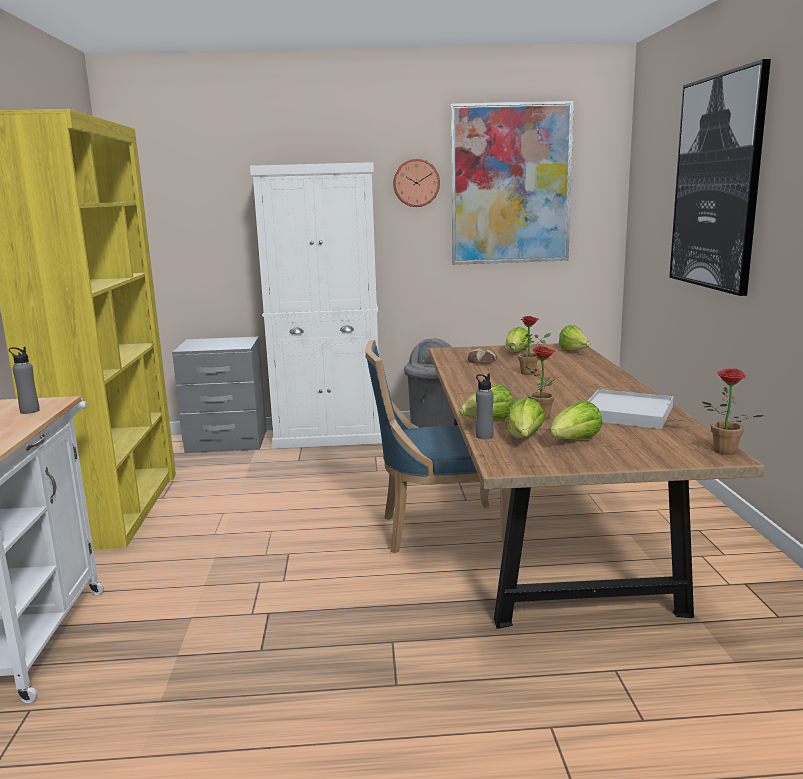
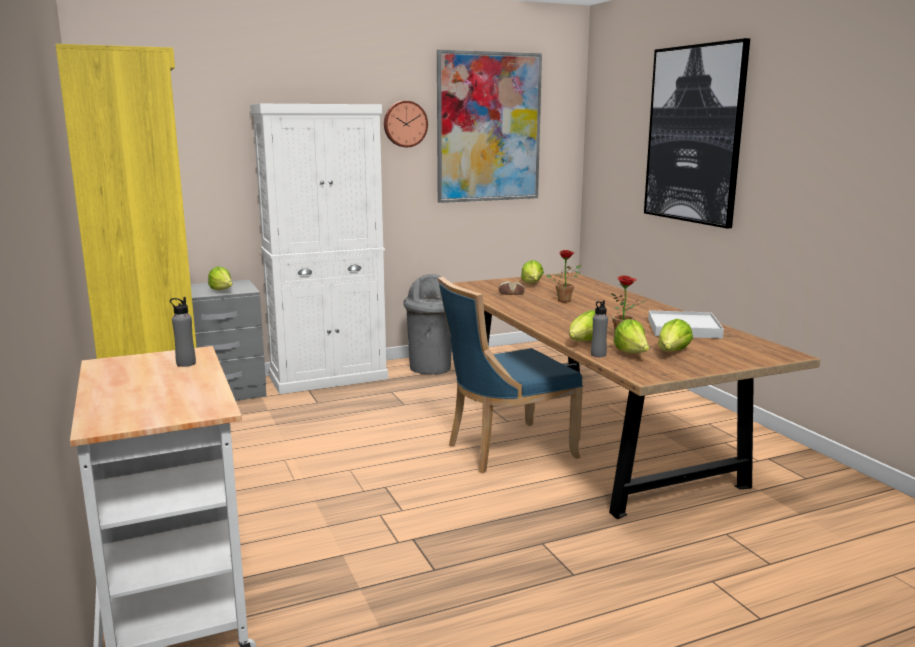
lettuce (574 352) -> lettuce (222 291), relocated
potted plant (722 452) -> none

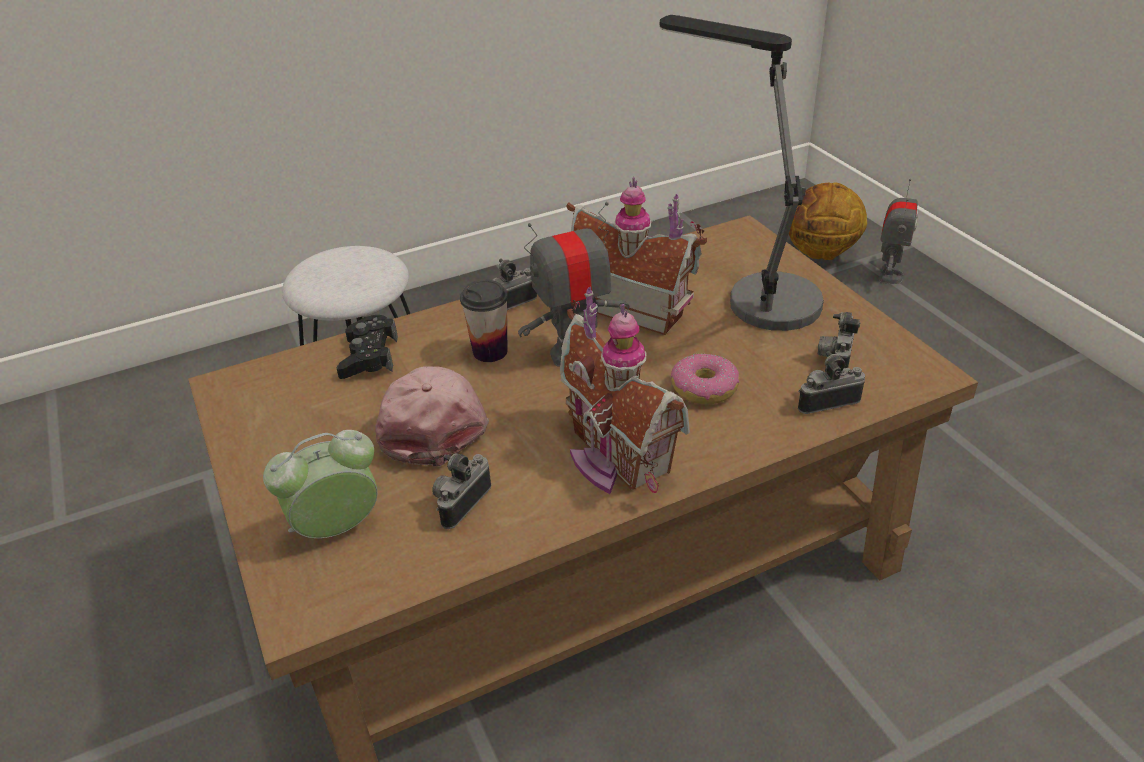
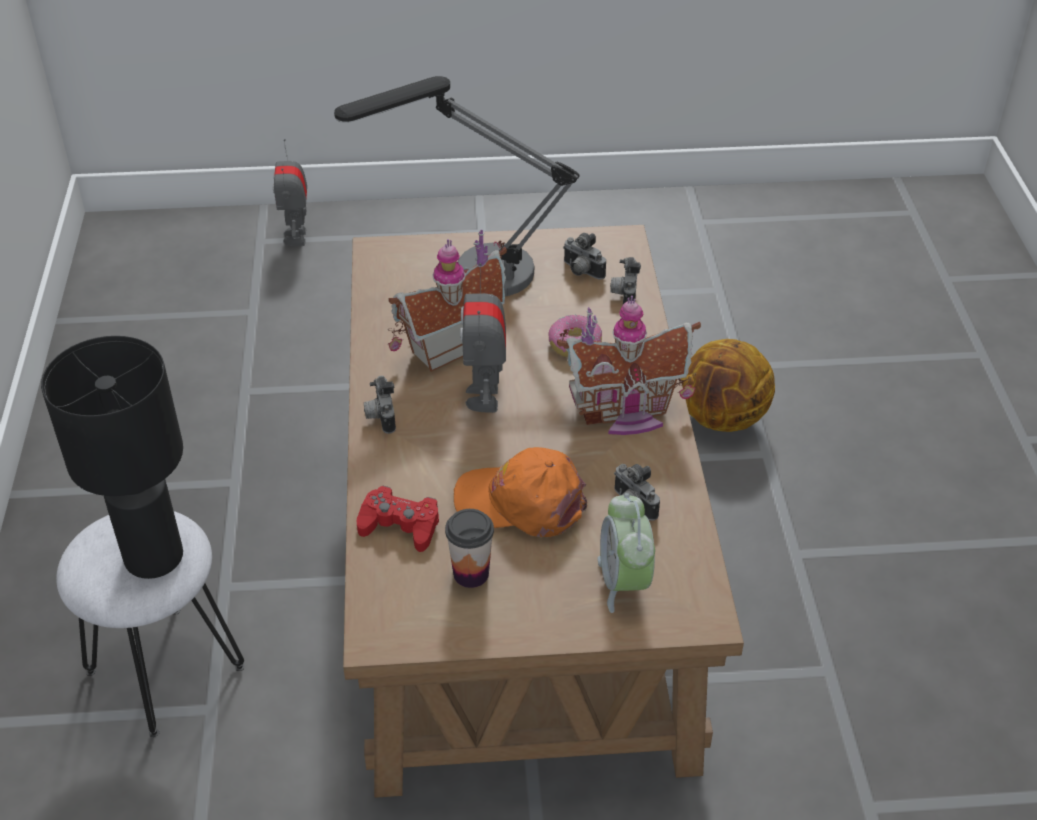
none -> black table lamp (155 557)
toy robot (889 275) -> toy robot (296 237), 135 degrees counterclockwise
black game controller (369 356) -> red game controller (400 525)
cup (490 351) -> cup (471 574), relocated
pink cap (431 420) -> orange cap (521 502)
basketball (820 254) -> basketball (722 419), relocated

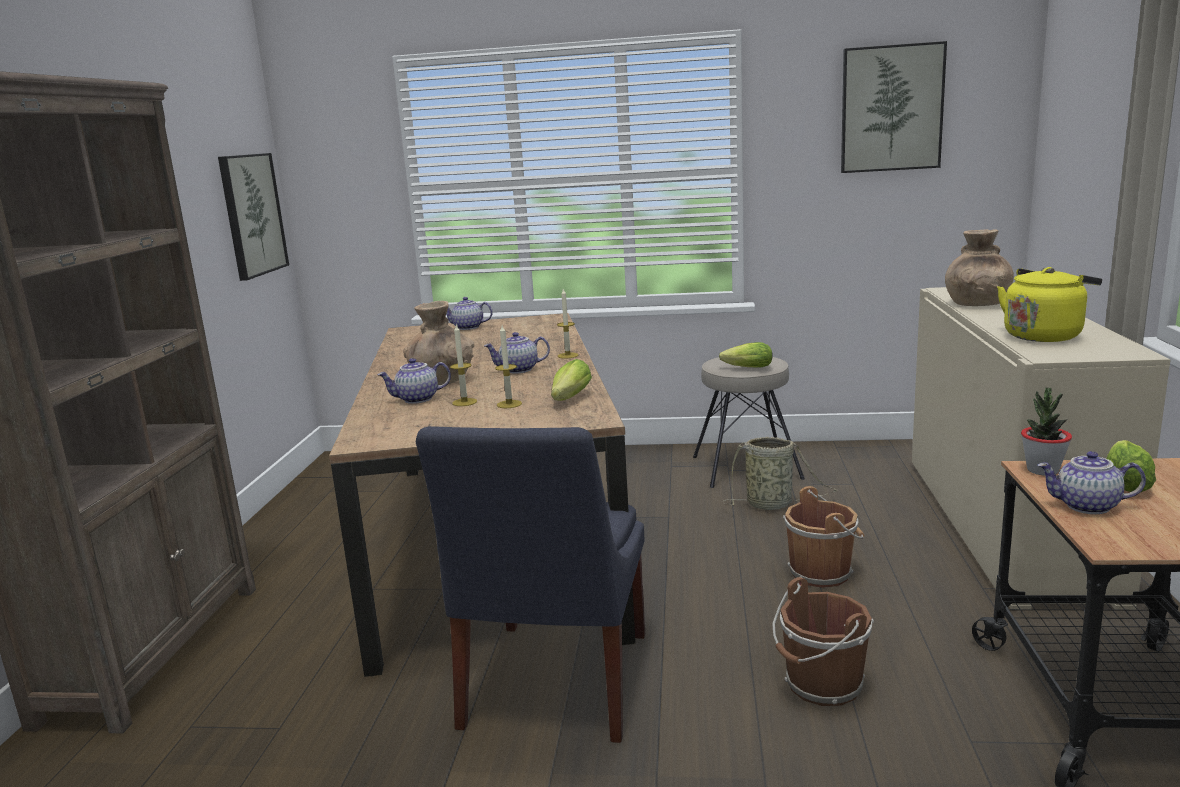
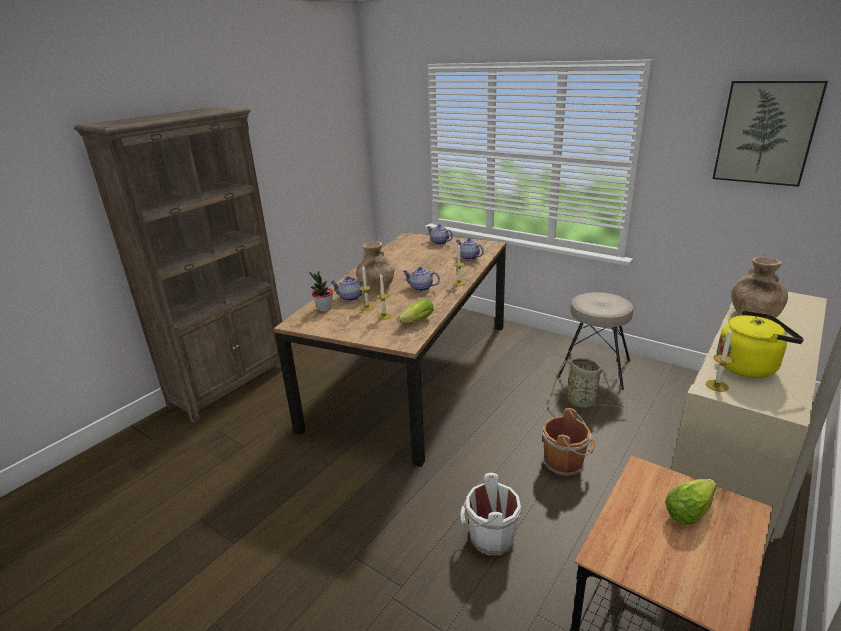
potted plant (1042 470) -> potted plant (324 308), relocated
teapot (1087 507) -> teapot (468 257), relocated
brown bucket (821 686) -> white bucket (489 538)
none -> candle (717 385)
picture (252 215) -> none
blue chair (553 685) -> none
lettuce (745 368) -> none

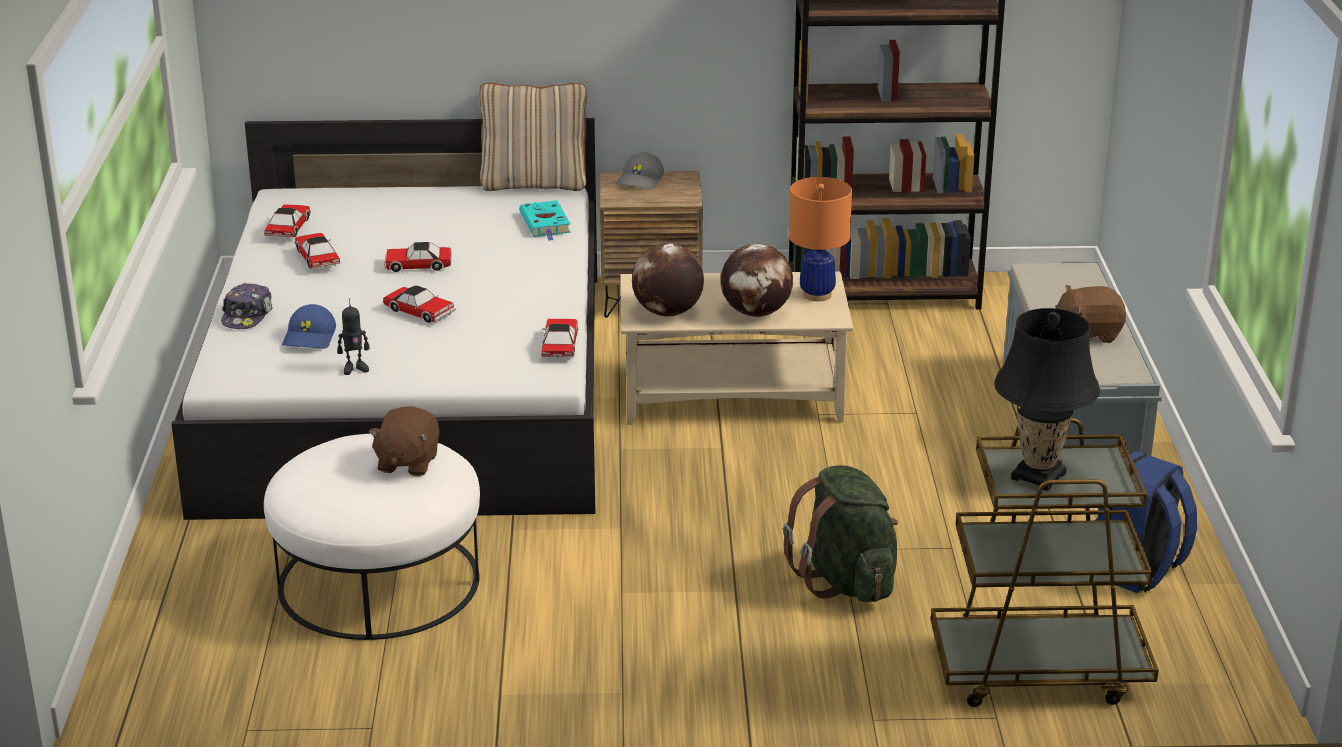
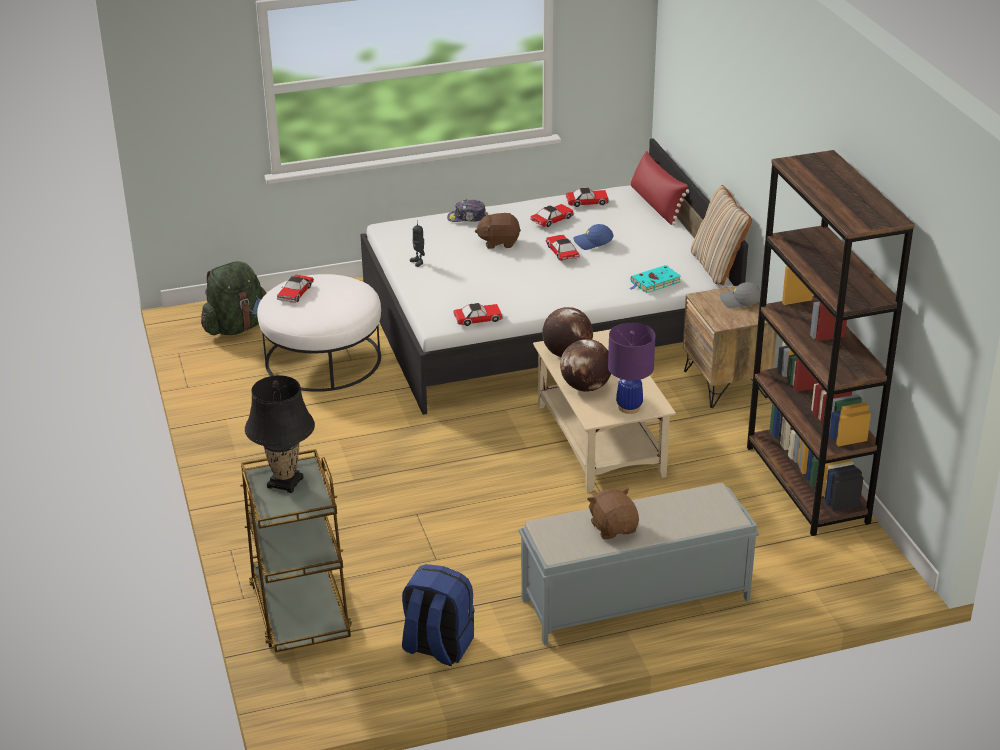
green backpack (846 581) -> green backpack (237 327), relocated
toy car (419 311) -> toy car (295 293), relocated
brown plush toy (407 463) -> brown plush toy (499 242), relocated
blue cap (310 338) -> blue cap (593 242), relocated
orange table lamp (816 295) -> purple table lamp (629 407)
none -> red pillow (656 205)

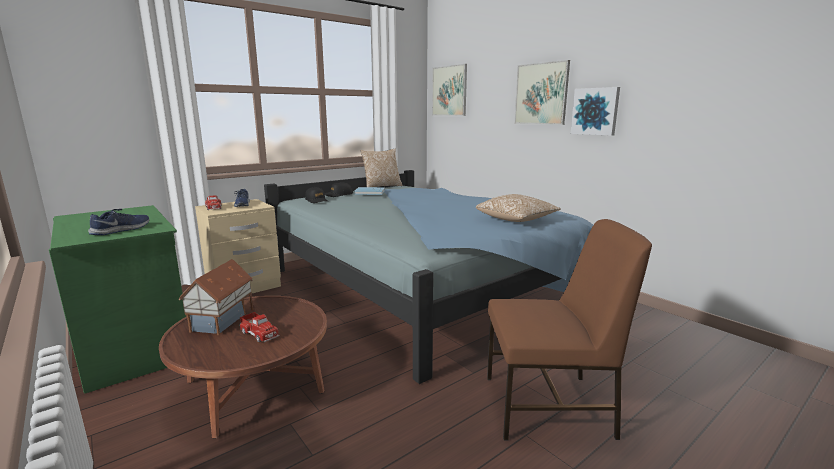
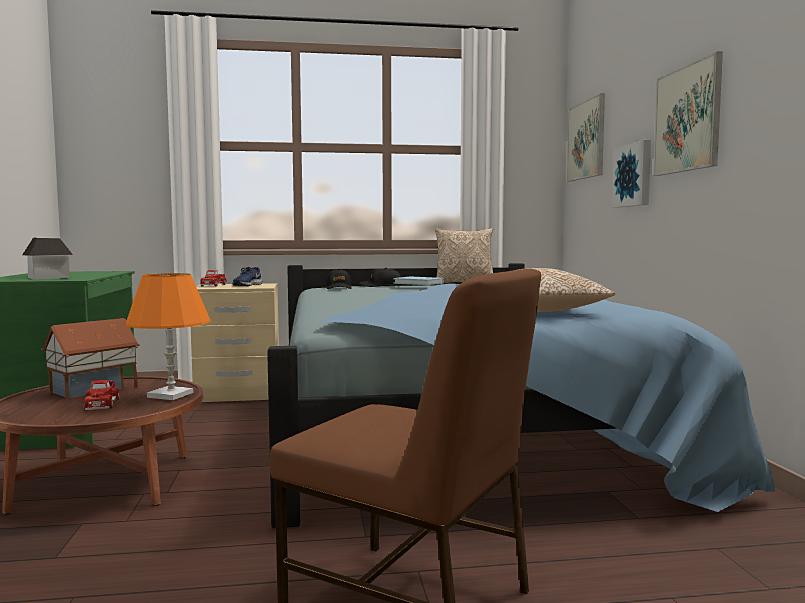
blue shoe (122 230) -> toy house (48 278)
none -> orange table lamp (171 395)
picture (595 111) -> picture (634 175), relocated

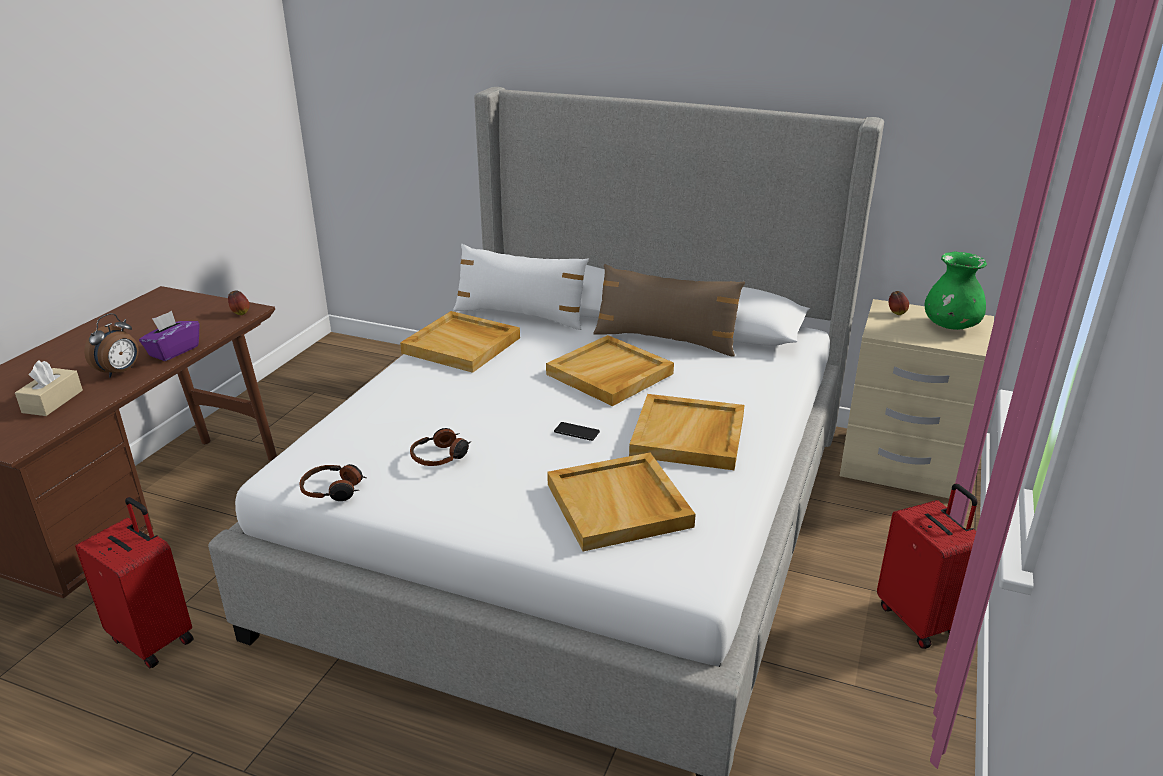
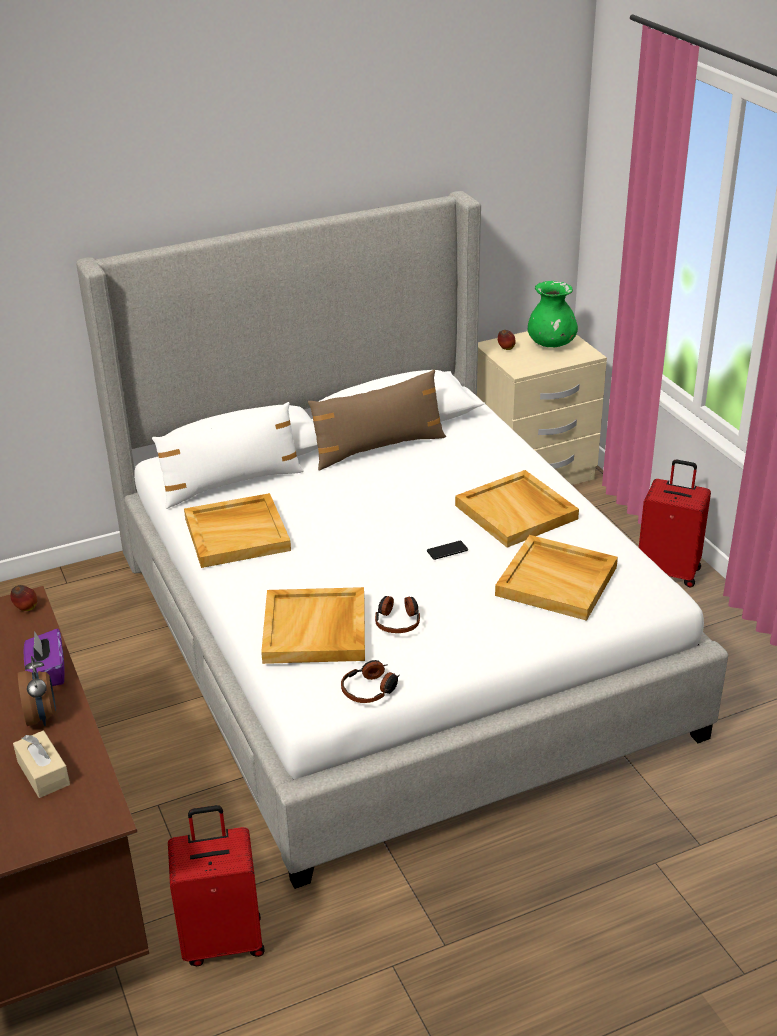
beige tray (609 374) -> beige tray (316 630), relocated

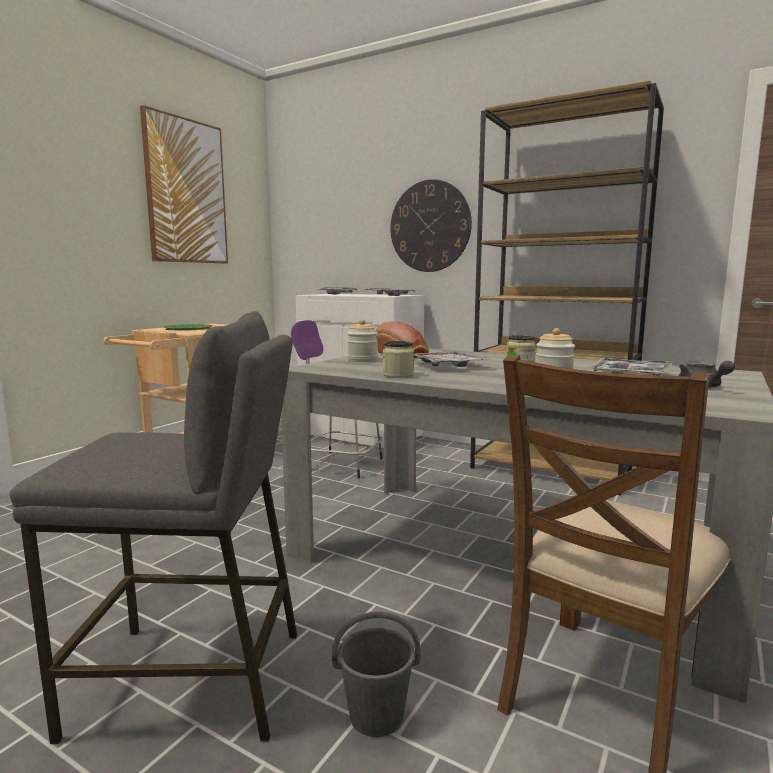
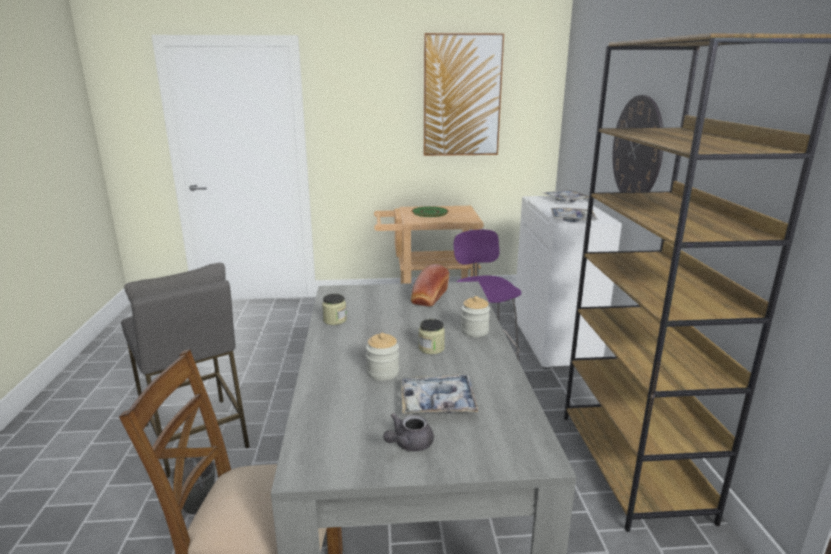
jar (362 360) -> jar (474 331), relocated
tray (448 366) -> none

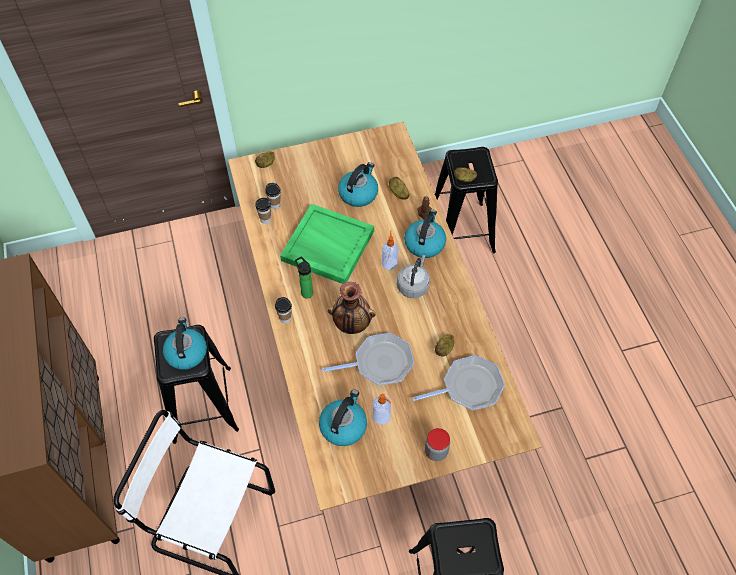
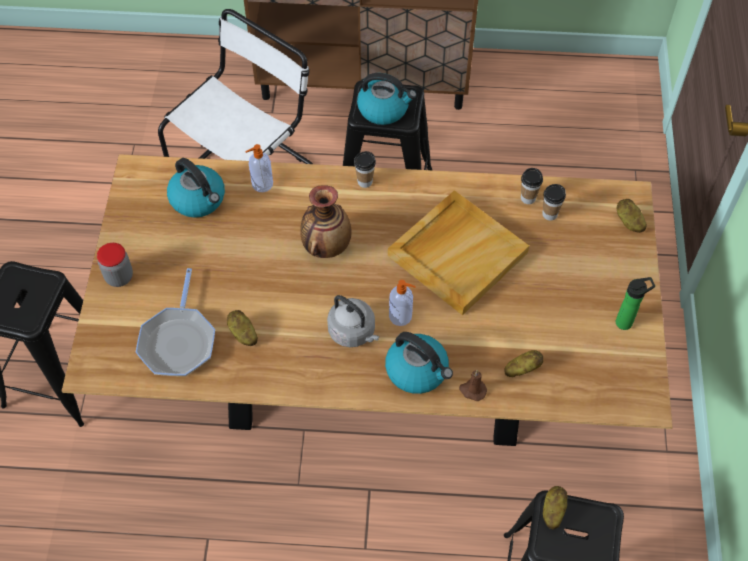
soap dispenser (382 417) -> soap dispenser (261 184), relocated
green tray (327 246) -> beige tray (457 253)
bottle (306 292) -> bottle (626 322), relocated
frying pan (380 363) -> none
kettle (358 193) -> none

